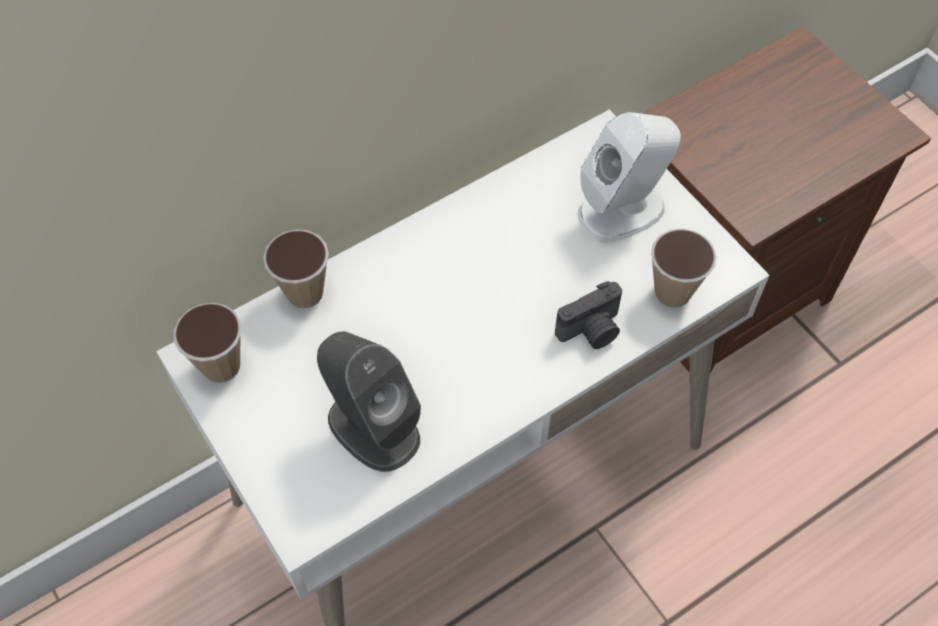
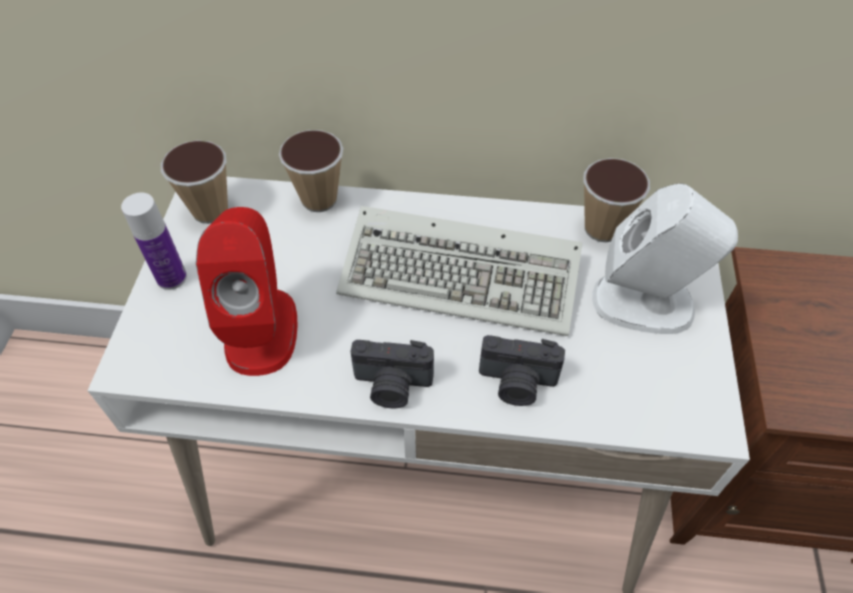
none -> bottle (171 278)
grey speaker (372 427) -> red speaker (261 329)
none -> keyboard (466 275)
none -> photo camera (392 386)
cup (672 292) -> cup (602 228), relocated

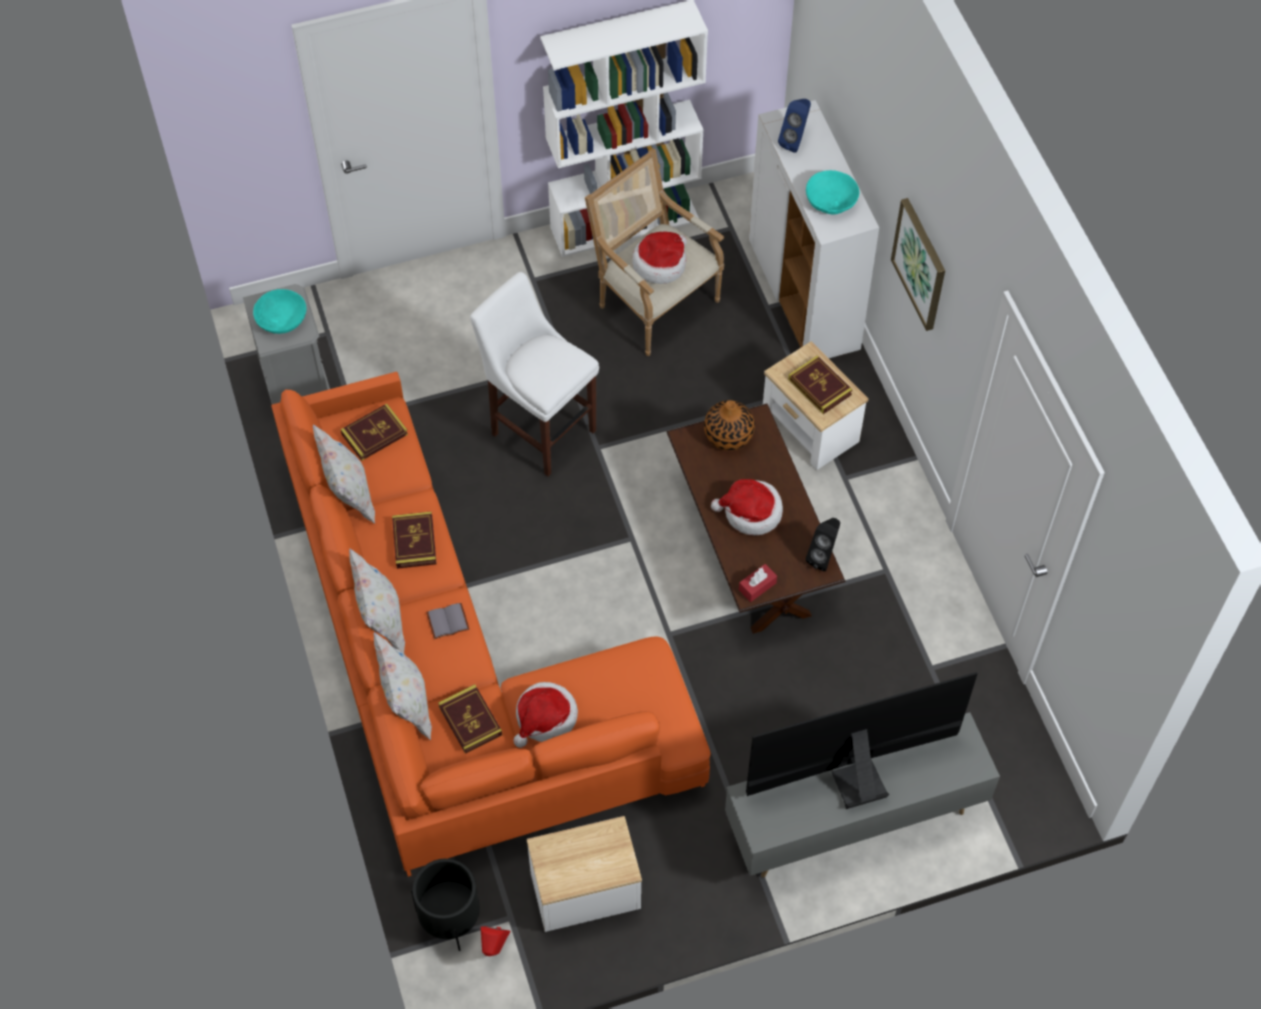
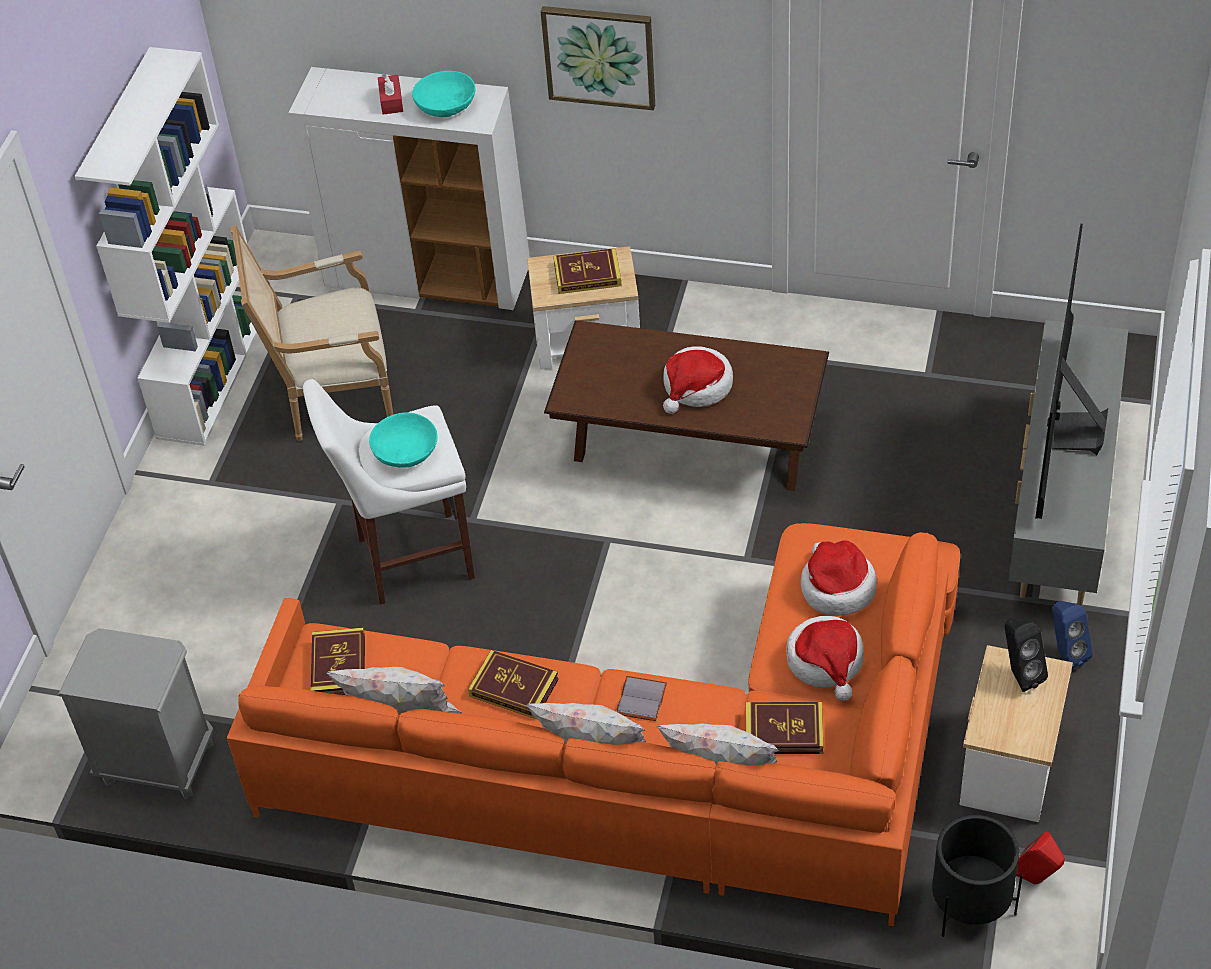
turquoise bowl (281 320) -> turquoise bowl (406 452), relocated
red tissue box (757 586) -> red tissue box (391 101), relocated
hat (660 263) -> hat (836 588), relocated
black speaker (823 556) -> black speaker (1019 674), relocated
blue speaker (795 141) -> blue speaker (1065 653), relocated
vase (728 435) -> none

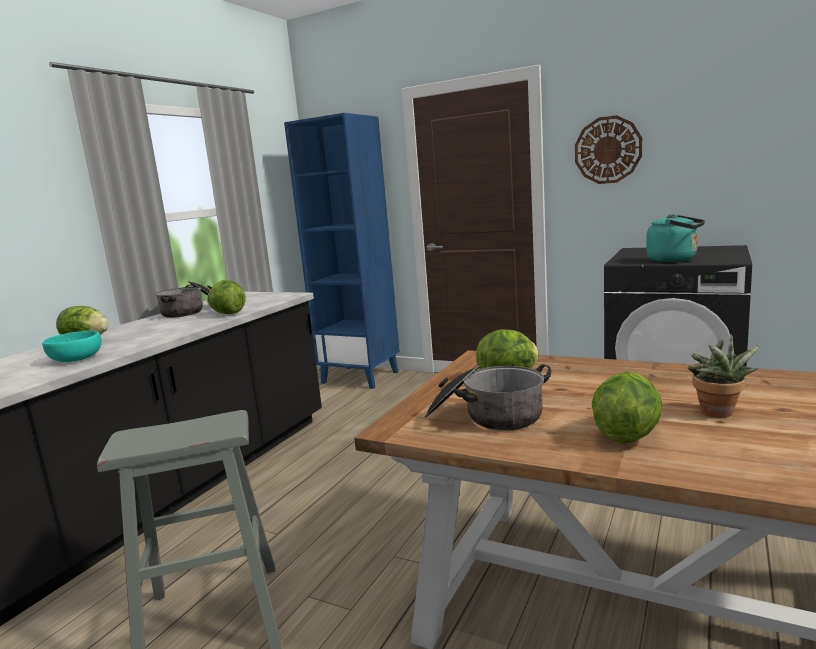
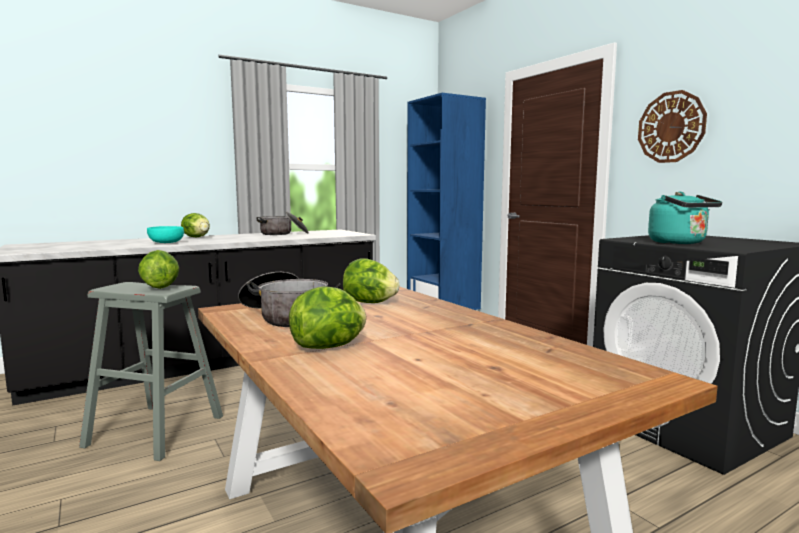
lettuce (227 314) -> lettuce (160 287), relocated
potted plant (718 414) -> none

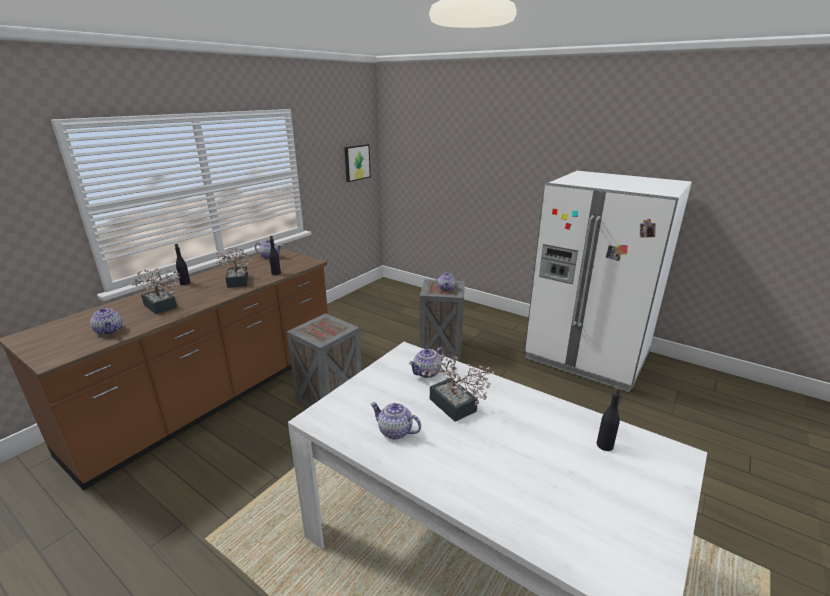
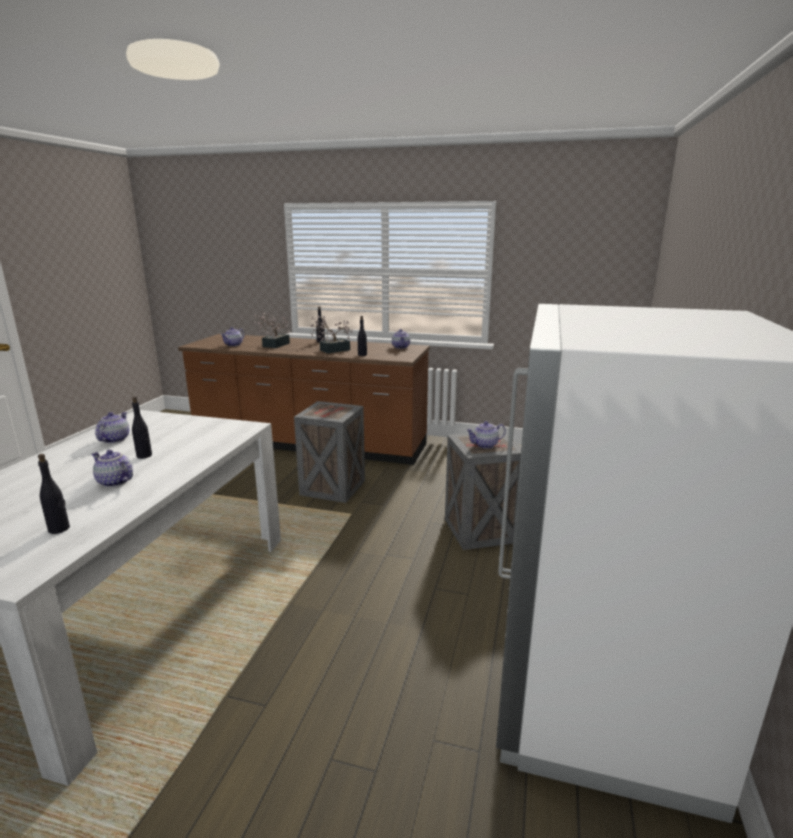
teapot (427 373) -> teapot (114 482), relocated
potted plant (455 408) -> black bottle (144 456)
picture (356 162) -> none

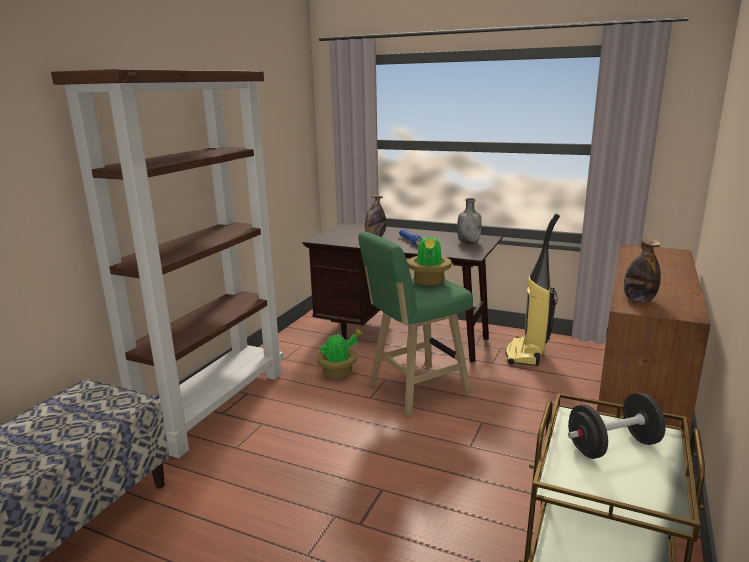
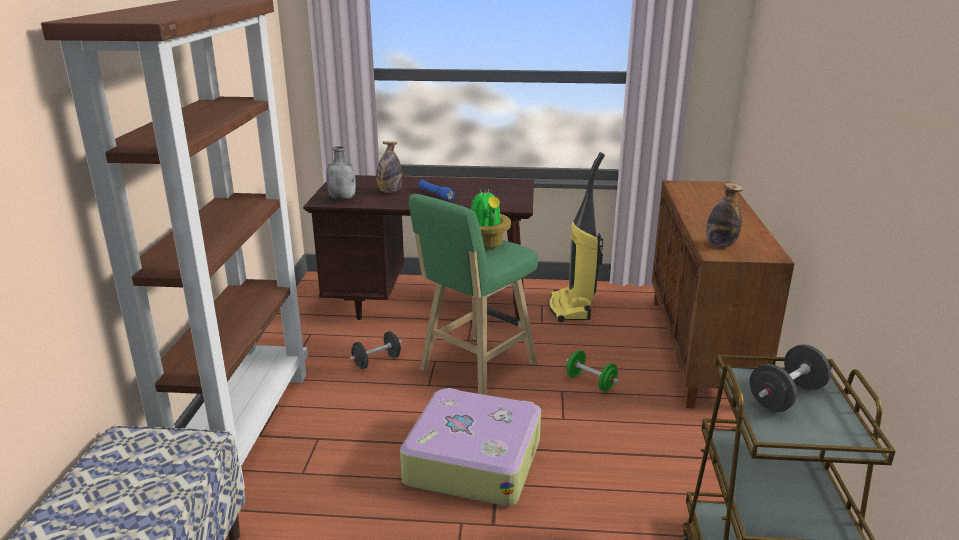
grey bottle (469 242) -> grey bottle (343 198), relocated
potted plant (339 373) -> black dumbbell (376 361)
none -> suitcase (473 460)
none -> green dumbbell (591 382)

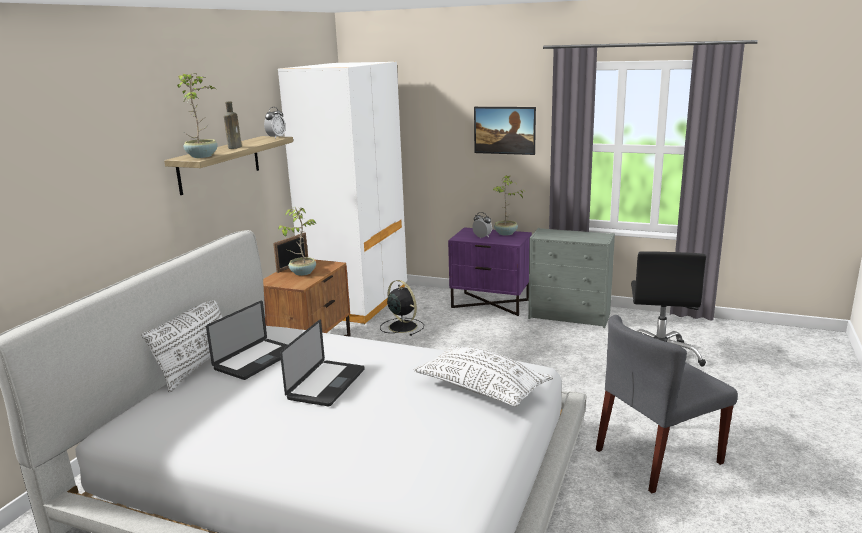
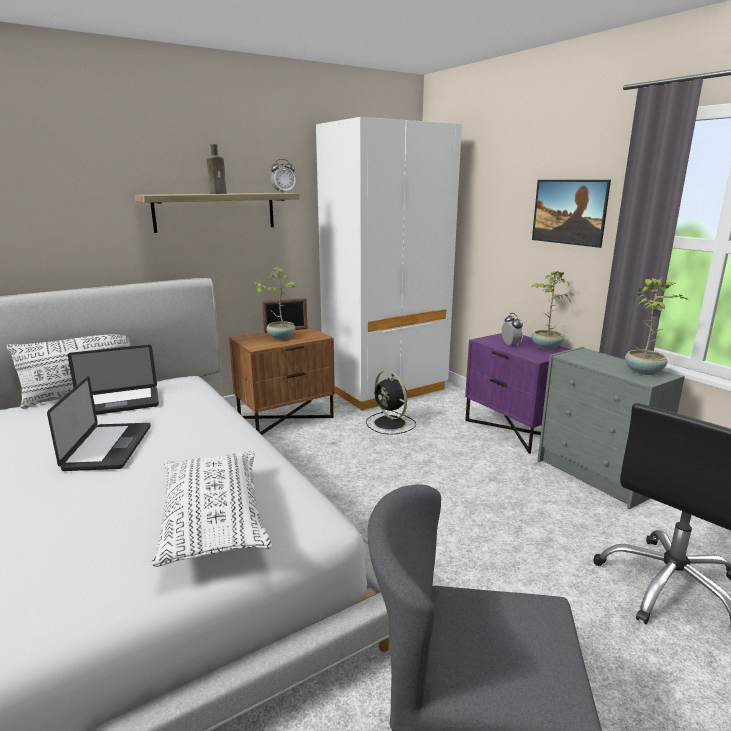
laptop (326 384) -> laptop (108 447), 60 degrees counterclockwise
black fan (402 326) -> black fan (390 424), 150 degrees clockwise
potted plant (202 156) -> potted plant (644 371), relocated

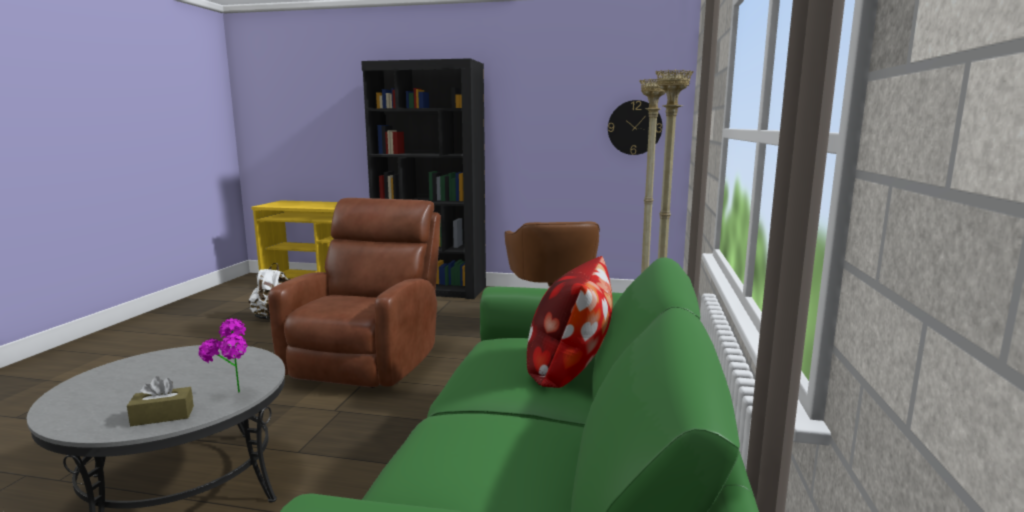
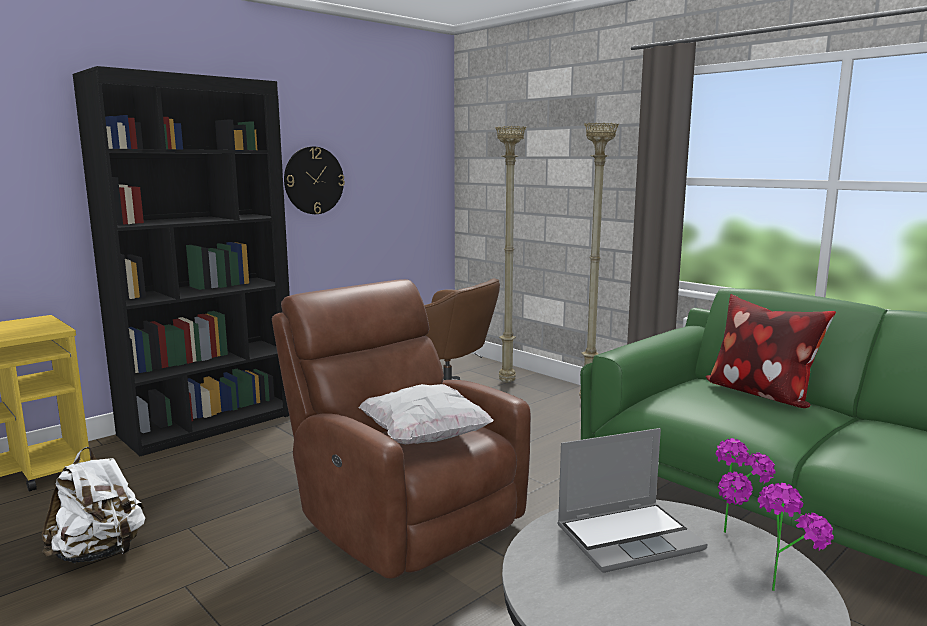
wall clock (634 127) -> wall clock (314 180), relocated
none -> white pillow (425 438)
none -> laptop (629 537)
brown tissue box (162 416) -> potted plant (781 585)

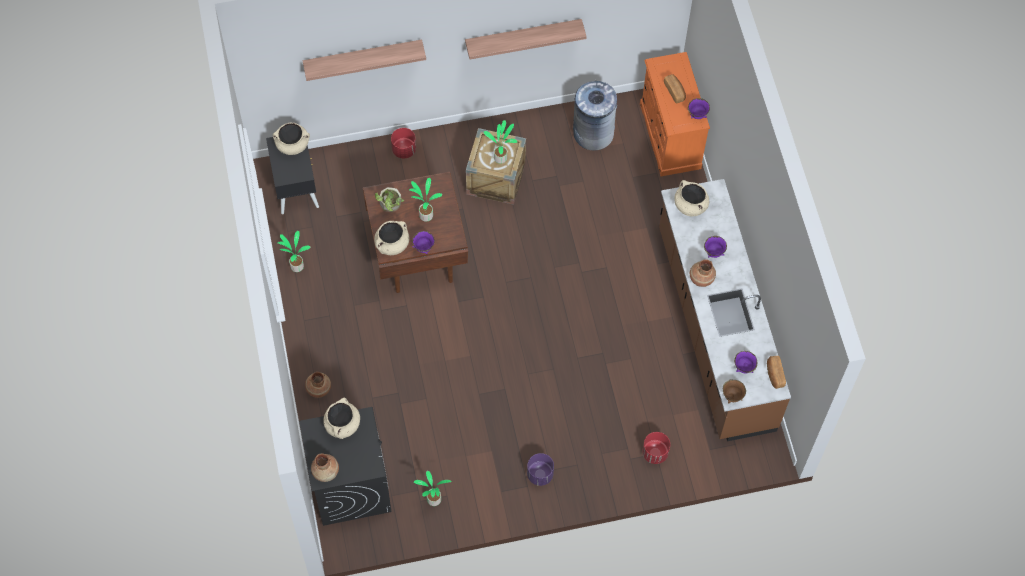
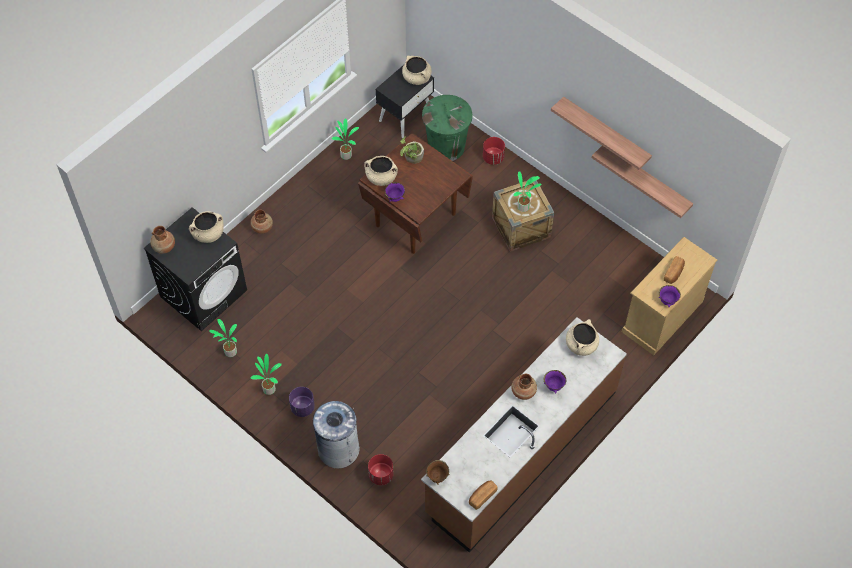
potted plant (425 215) -> potted plant (269 388), relocated
grey trash can (593 133) -> grey trash can (338 449), relocated
none -> green trash can (446 146)
shelf (363 56) -> shelf (646 179), relocated
orange dresser (669 136) -> beige dresser (662 316)
purple bowl (743 368) -> none

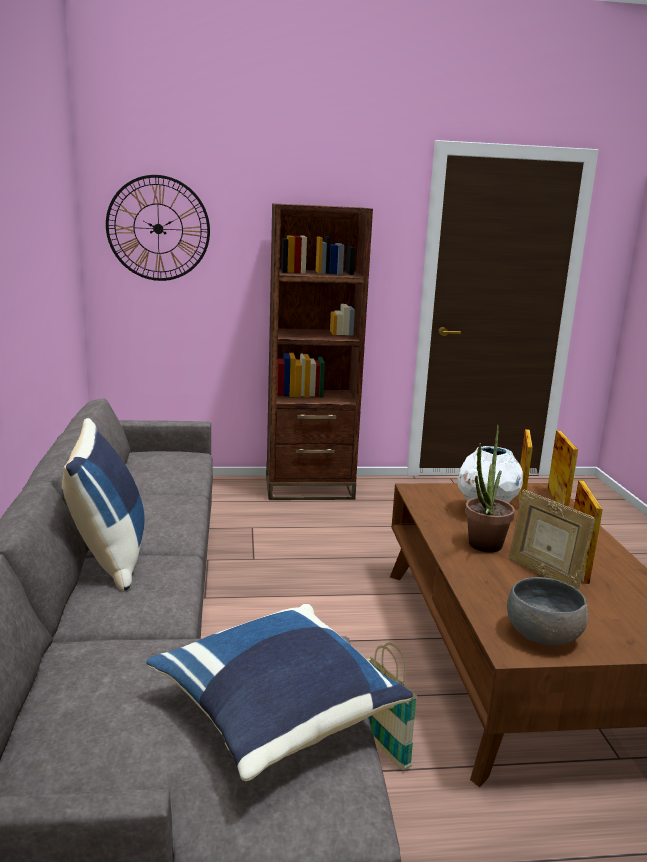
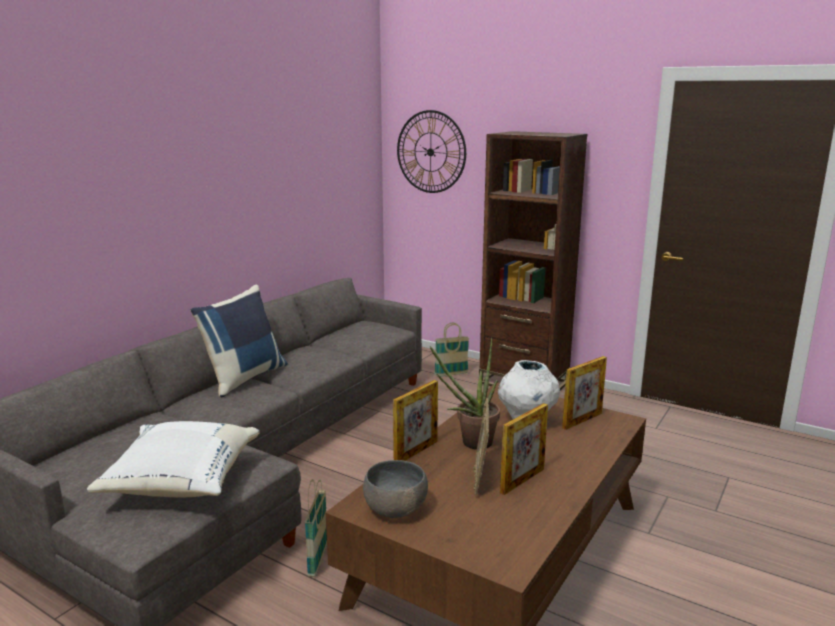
blue pillow (278 714) -> white pillow (180 482)
picture frame (557 500) -> picture frame (416 452), relocated
none -> basket (451 374)

